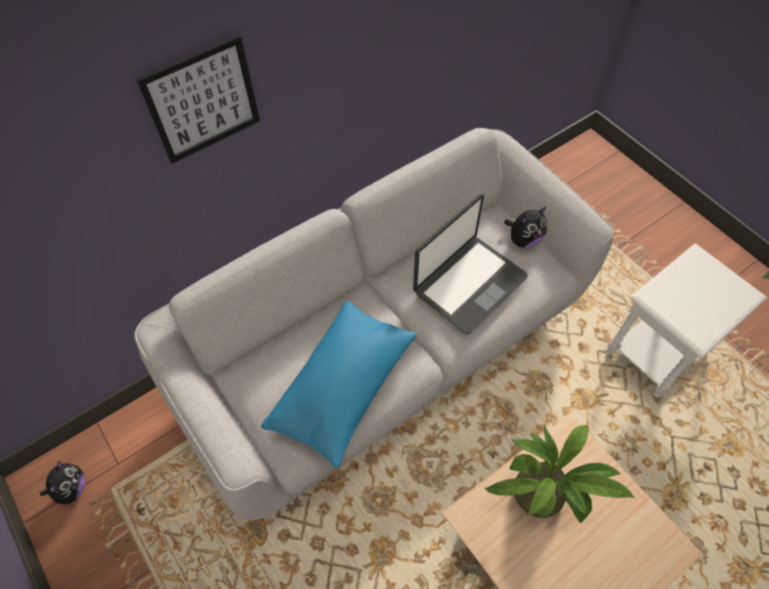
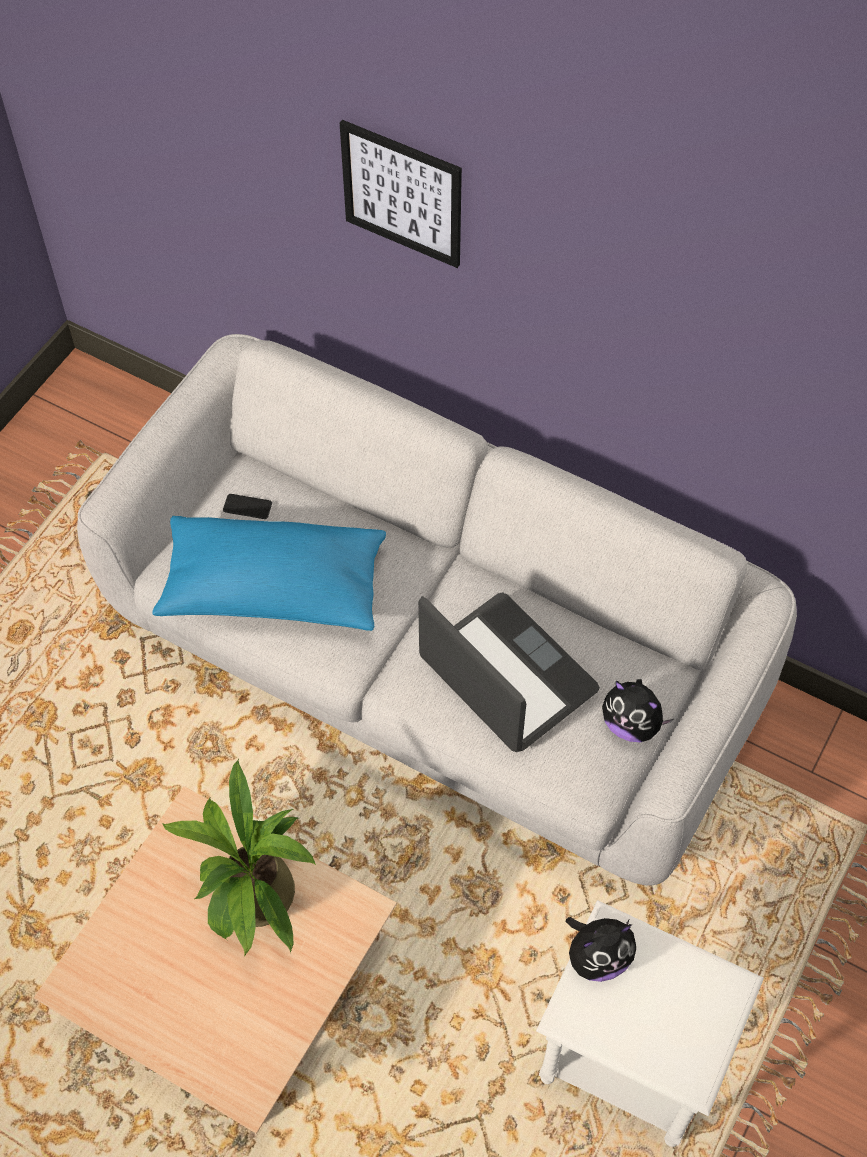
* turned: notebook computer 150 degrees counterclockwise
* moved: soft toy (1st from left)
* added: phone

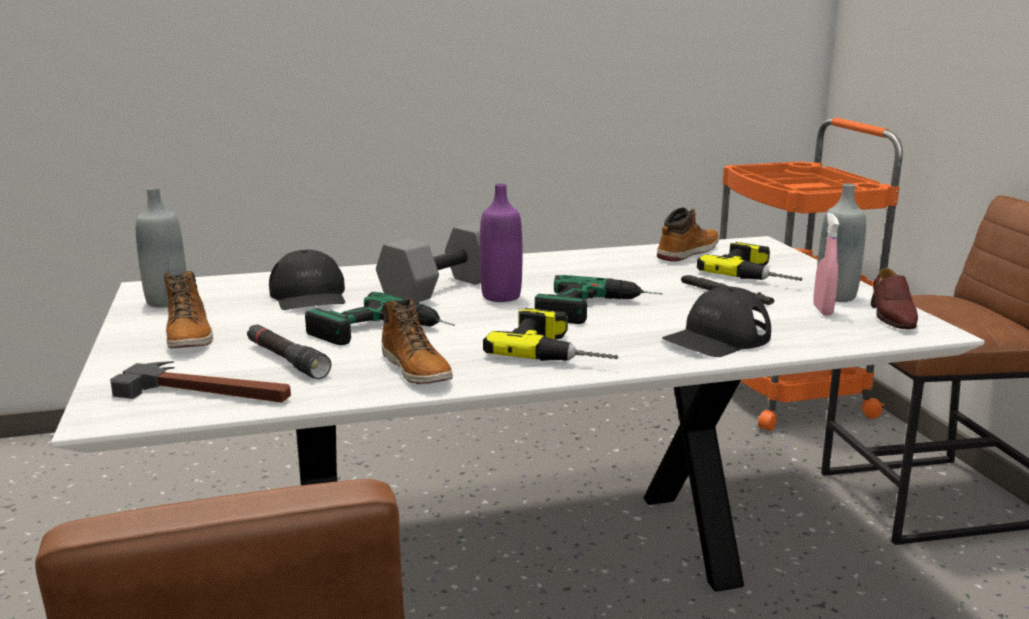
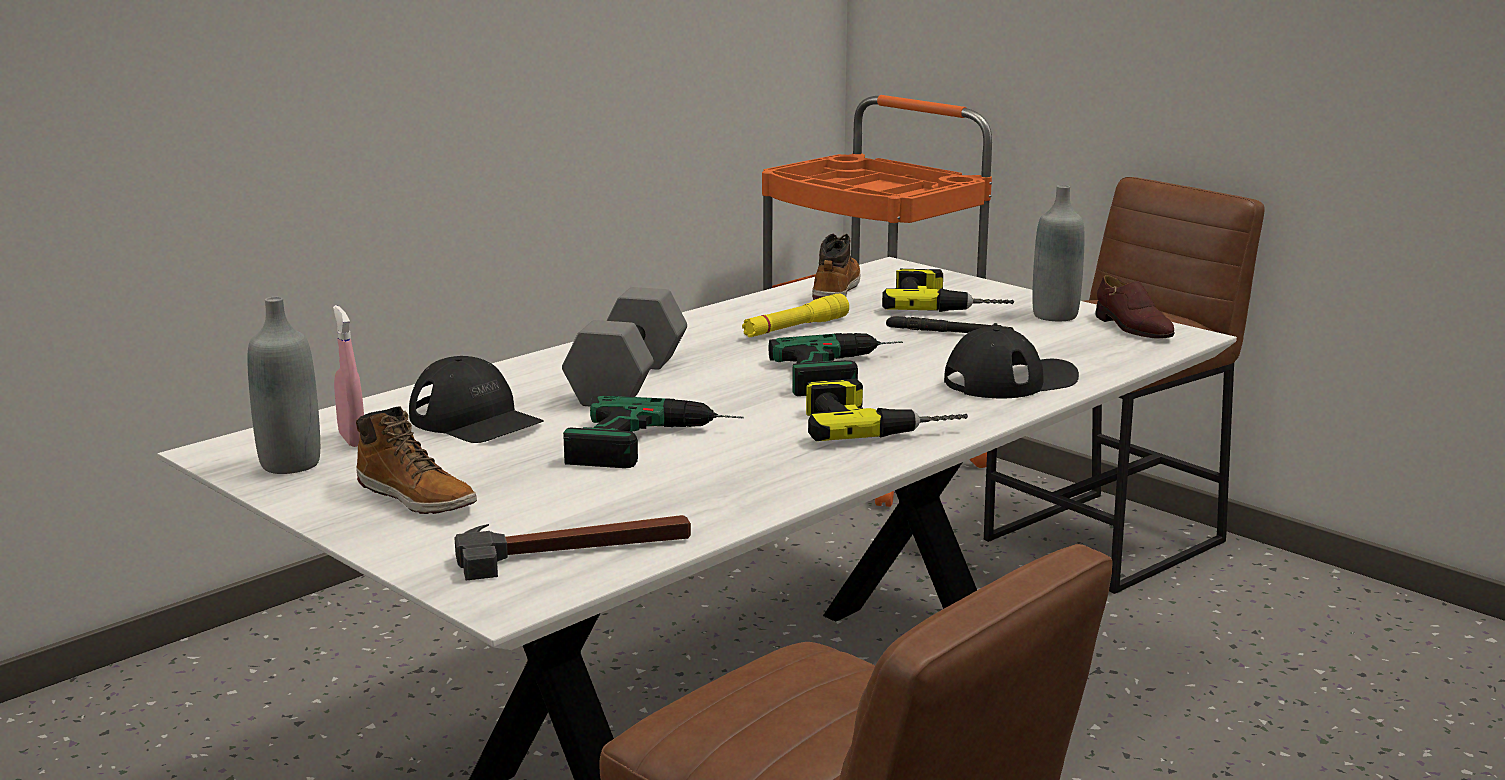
* removed: drink bottle (purple)
* moved: spray bottle (pink)
* turned: peaked cap (black-coloured) (2nd from left) 135 degrees counterclockwise
* removed: tall boot (2nd from left)
* removed: torch (black-coloured) (1st from left)
* added: torch (yellowish)

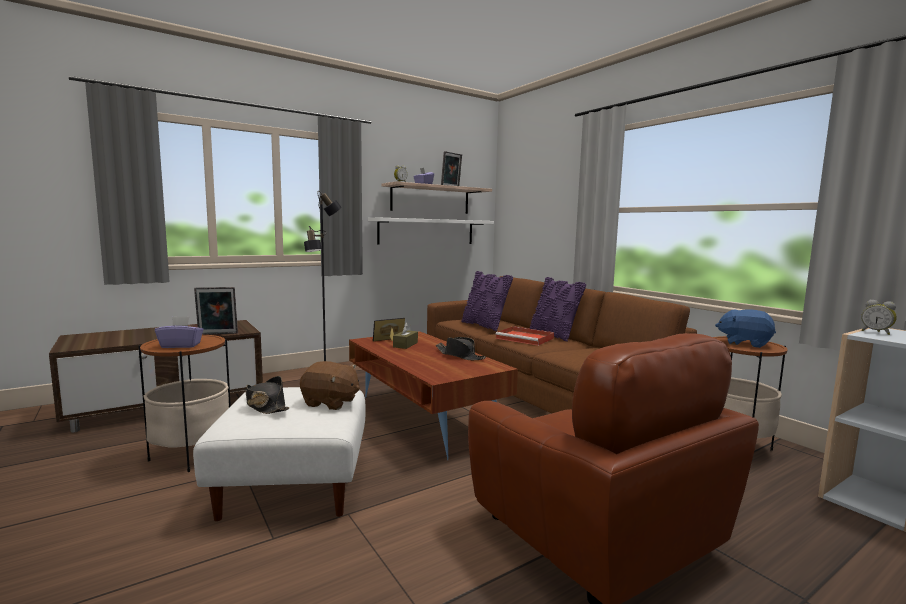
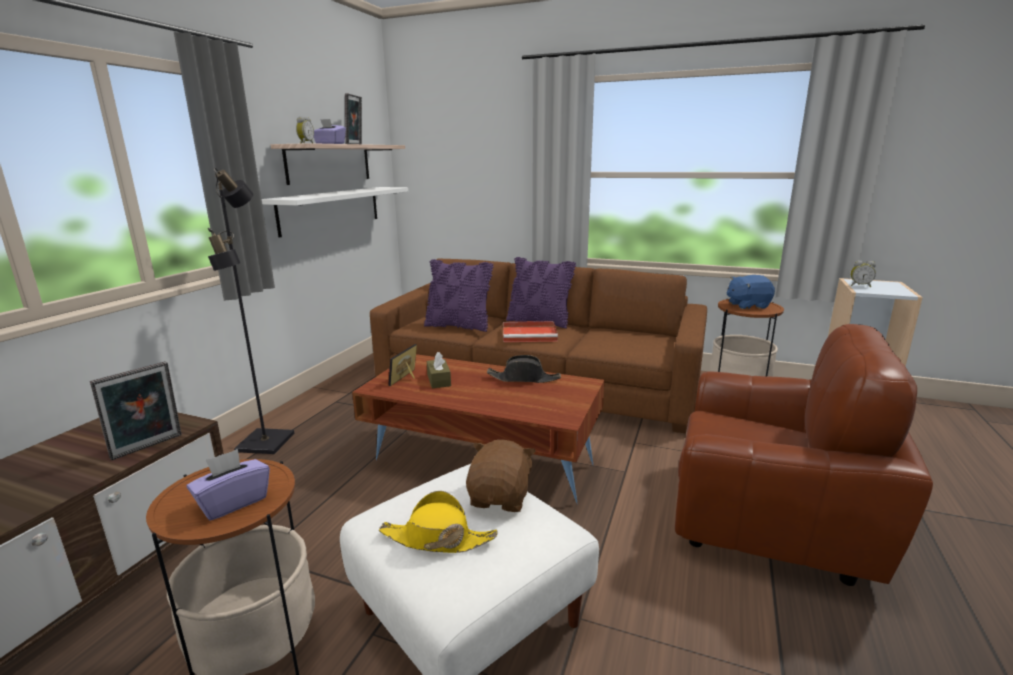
* turned: soft toy (brown-coloured) 60 degrees counterclockwise
* recoloured: clothing hat (black-coloured) (1st from left) to clothing hat (yellowish)

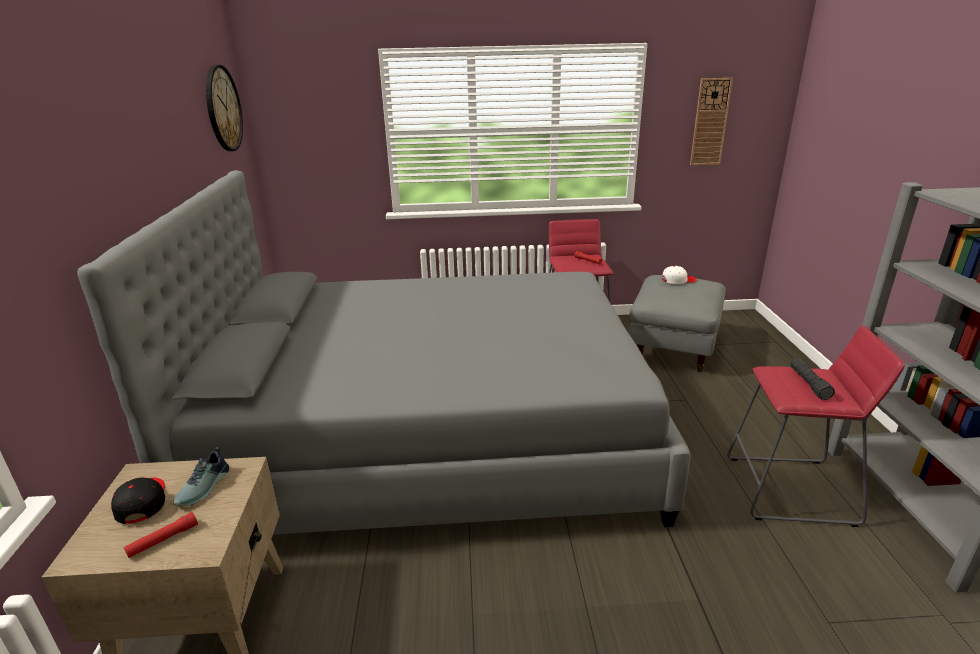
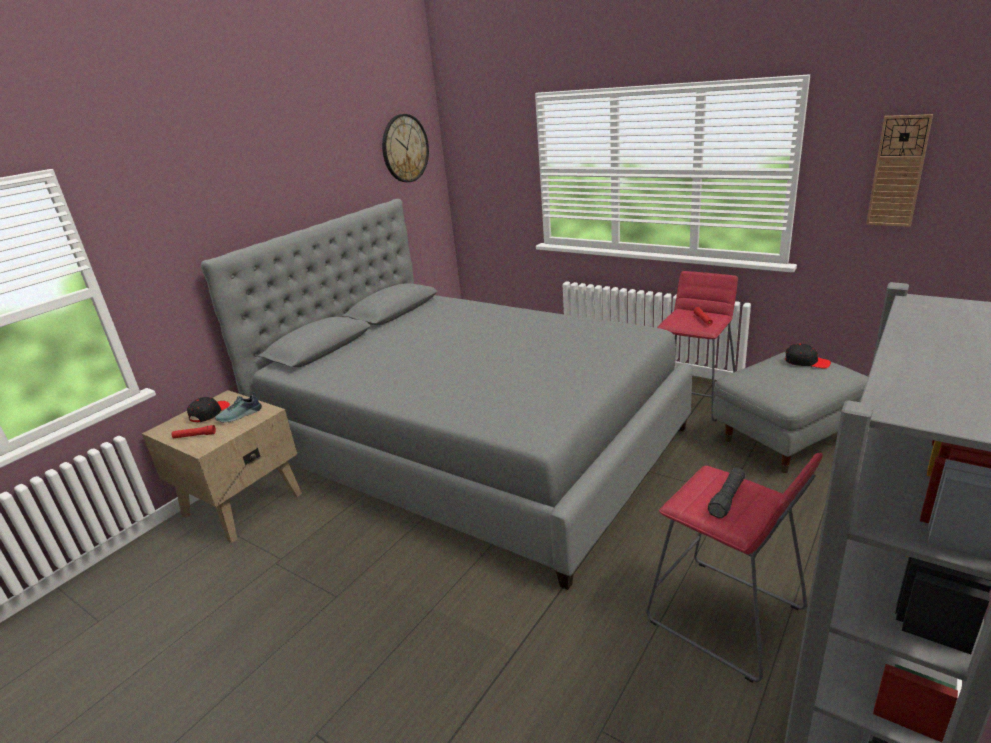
* recoloured: peaked cap (white-coloured) to peaked cap (black-coloured) (2nd from left)

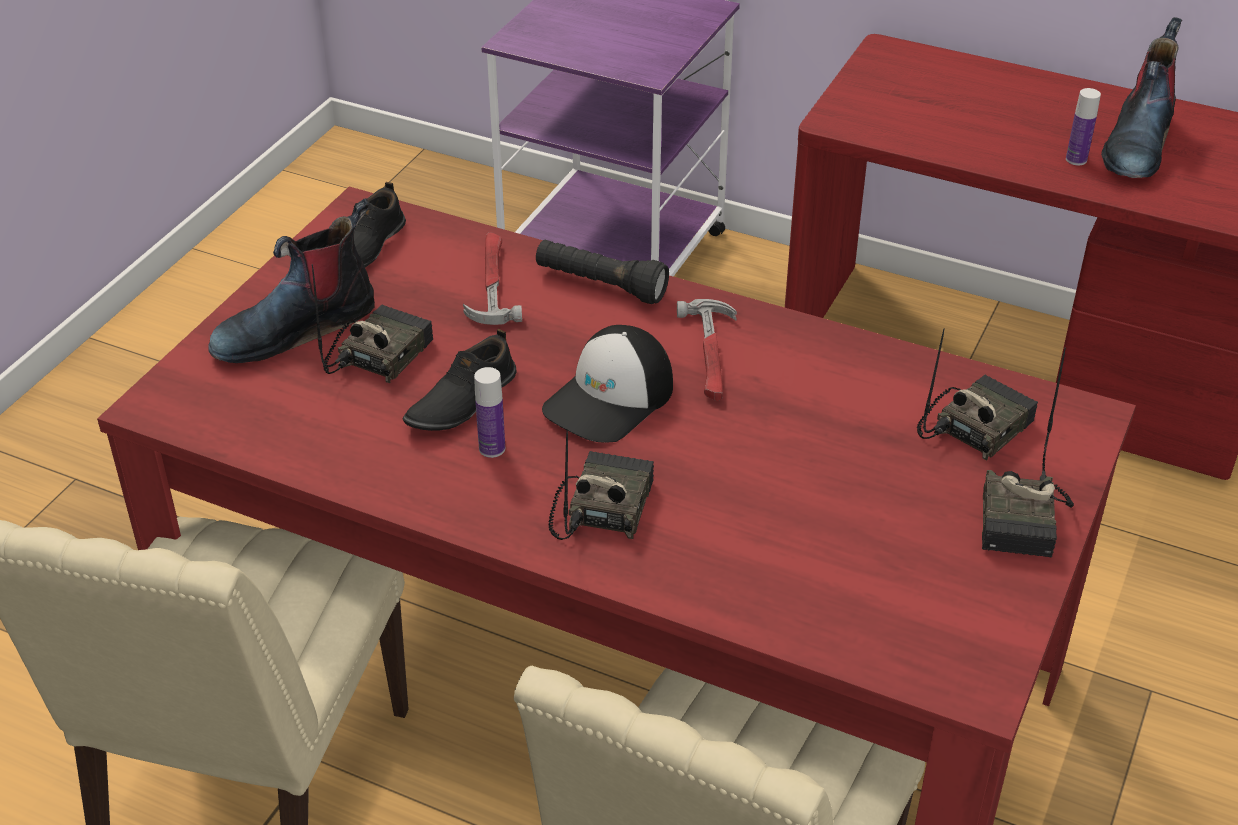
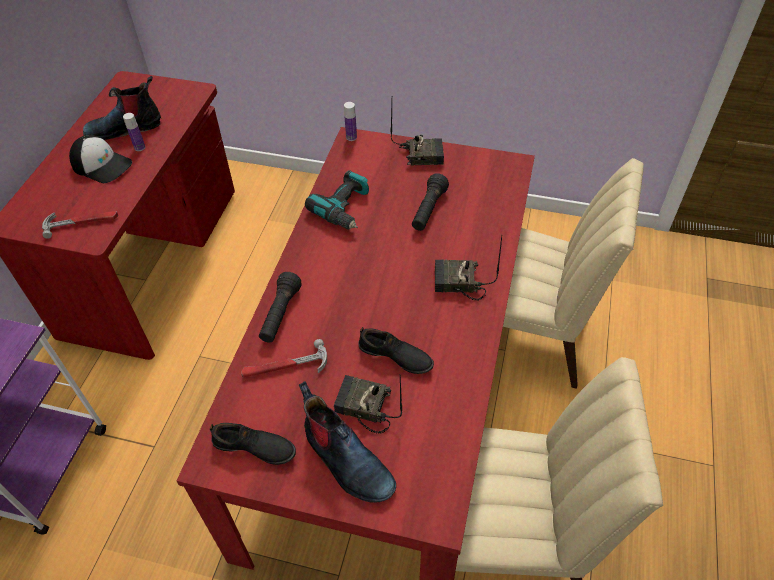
* turned: tall boot (2nd from left in the first image) 150 degrees clockwise
* moved: hand hammer (2nd from left in the first image) to hand hammer (1st from left)
* moved: peaked cap
* removed: radio (3rd from left)
* moved: drink bottle (1st from left in the first image) to drink bottle (2nd from left)
* added: electric drill
* added: torch (black-coloured) (2nd from left)

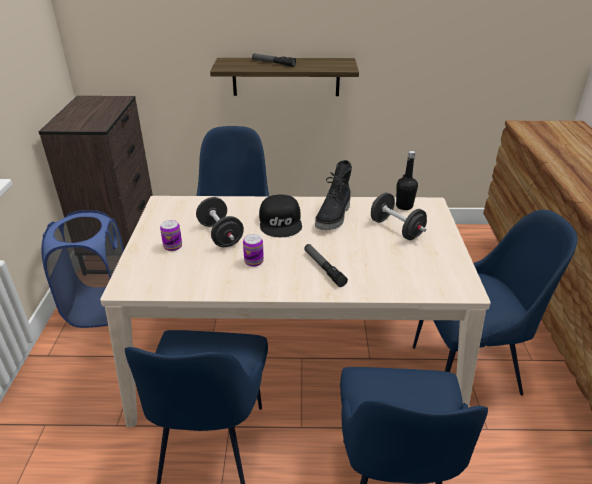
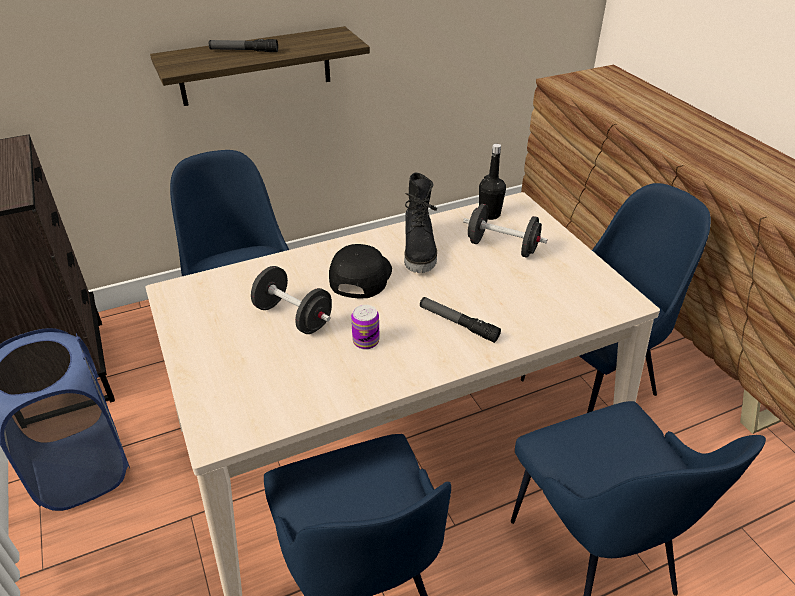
* turned: peaked cap (black-coloured) 135 degrees counterclockwise
* removed: metal can (1st from left)

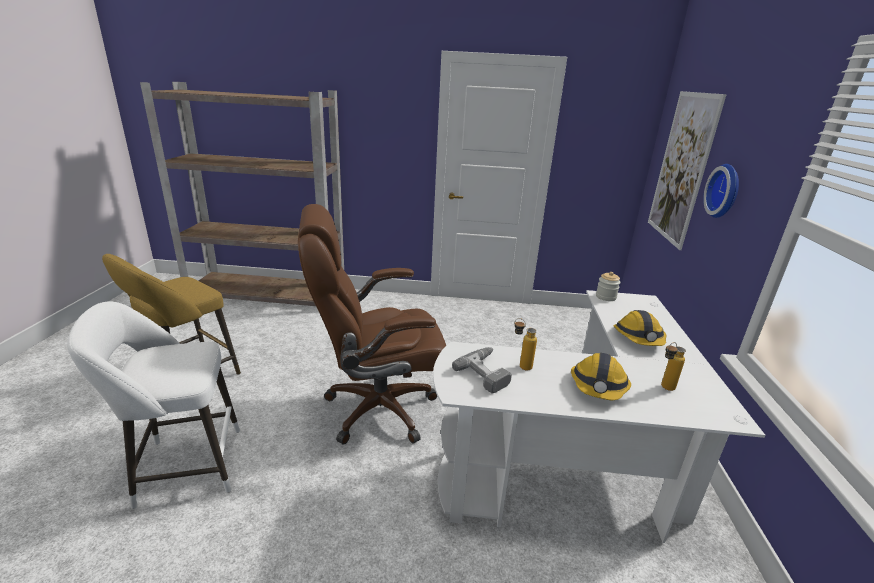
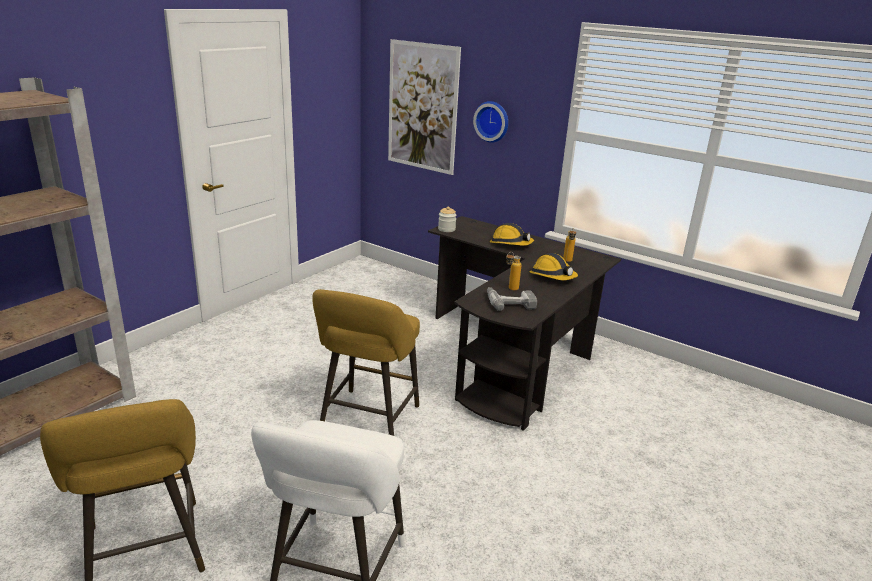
* replaced: desk chair (brown-coloured) to stool seat (yellowish) (2nd from left)
* recoloured: desk unit (white-coloured) to desk unit (black-coloured)

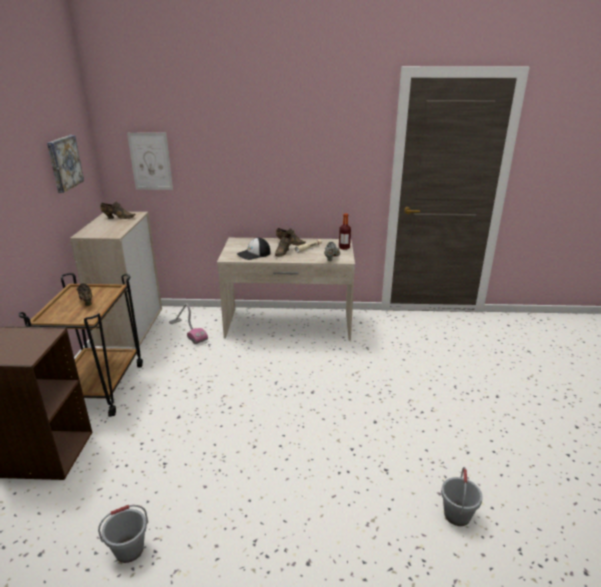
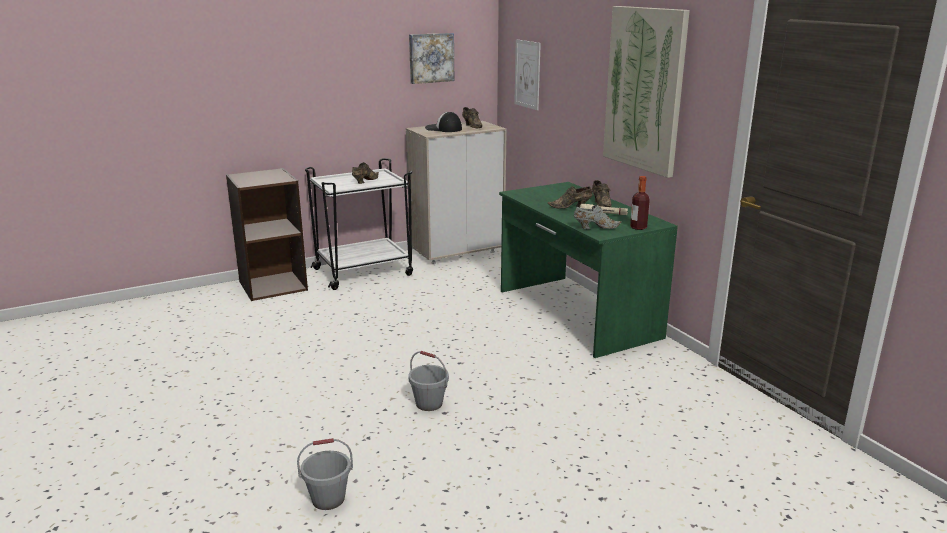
* recoloured: desk unit (sand-coloured) to desk unit (greenish)
* moved: peaked cap
* recoloured: trolley (brown-coloured) to trolley (white-coloured)
* removed: vacuum
* moved: water bucket (greyish) (1st from left in the first image) to water bucket (greyish) (2nd from left)
* added: wall picture (3rd from left)

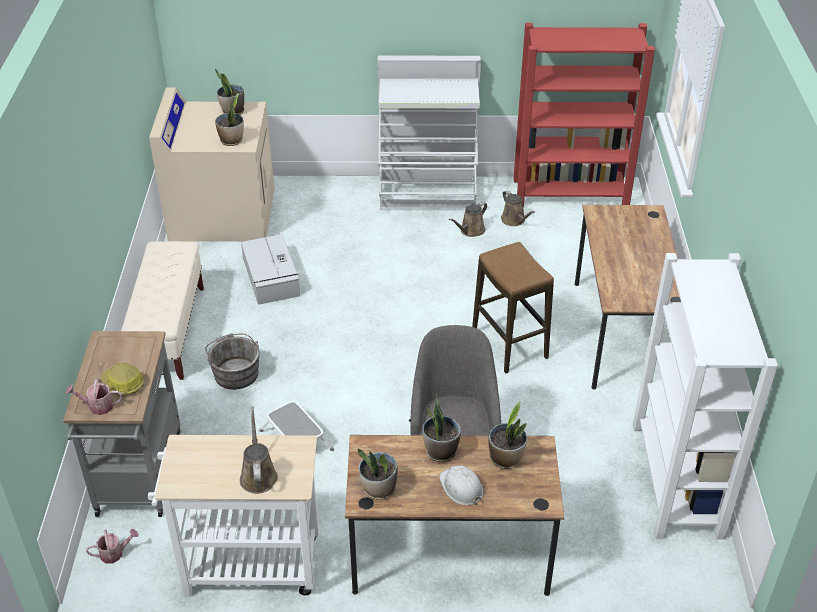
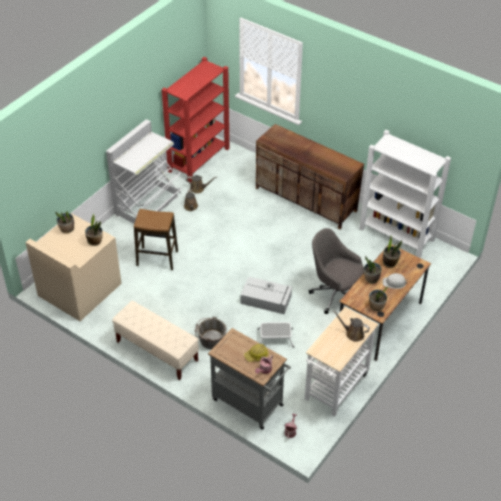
* replaced: desk unit (brown-coloured) (2nd from left) to cupboard (brown-coloured)
* moved: storage box (greyish)
* moved: stool seat

